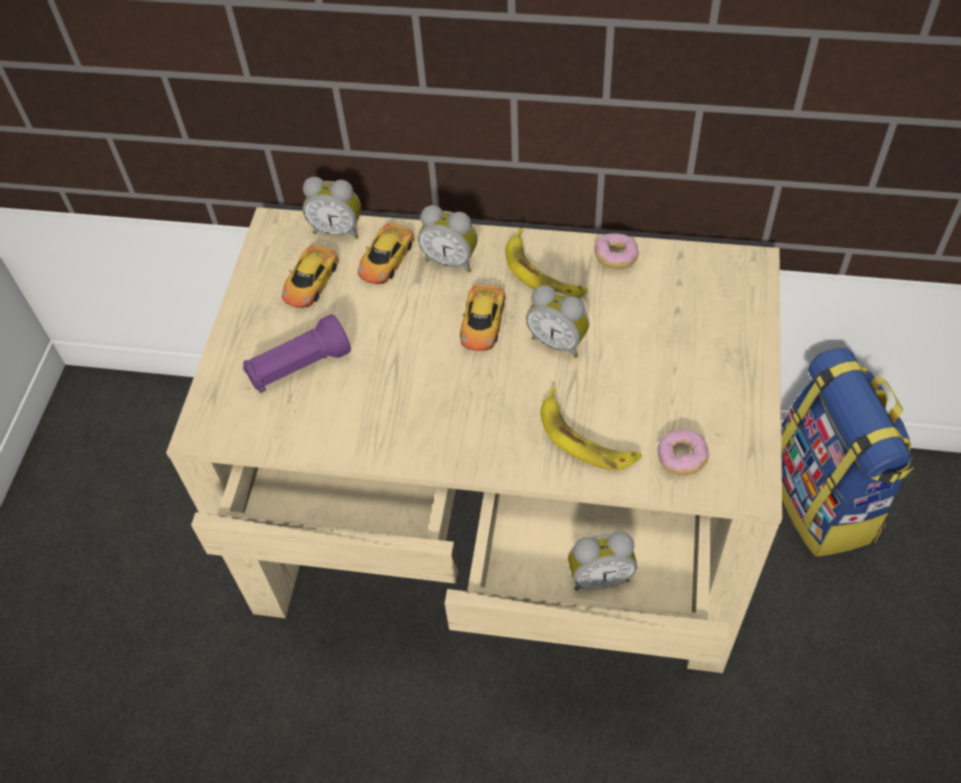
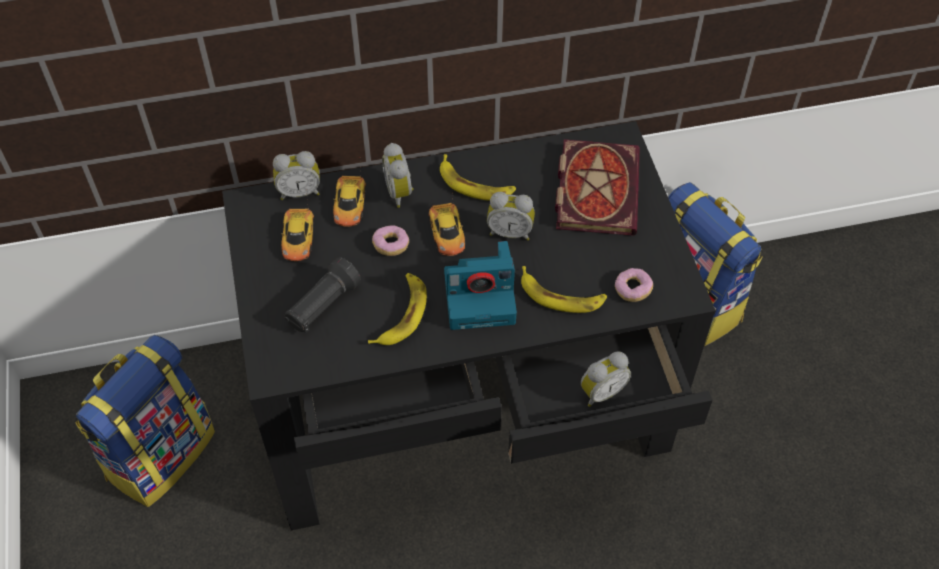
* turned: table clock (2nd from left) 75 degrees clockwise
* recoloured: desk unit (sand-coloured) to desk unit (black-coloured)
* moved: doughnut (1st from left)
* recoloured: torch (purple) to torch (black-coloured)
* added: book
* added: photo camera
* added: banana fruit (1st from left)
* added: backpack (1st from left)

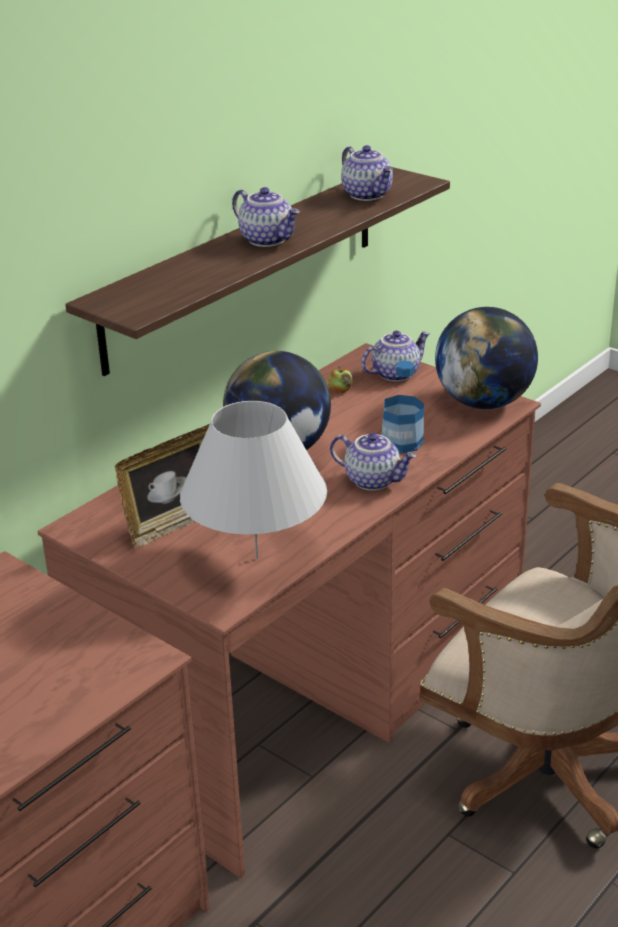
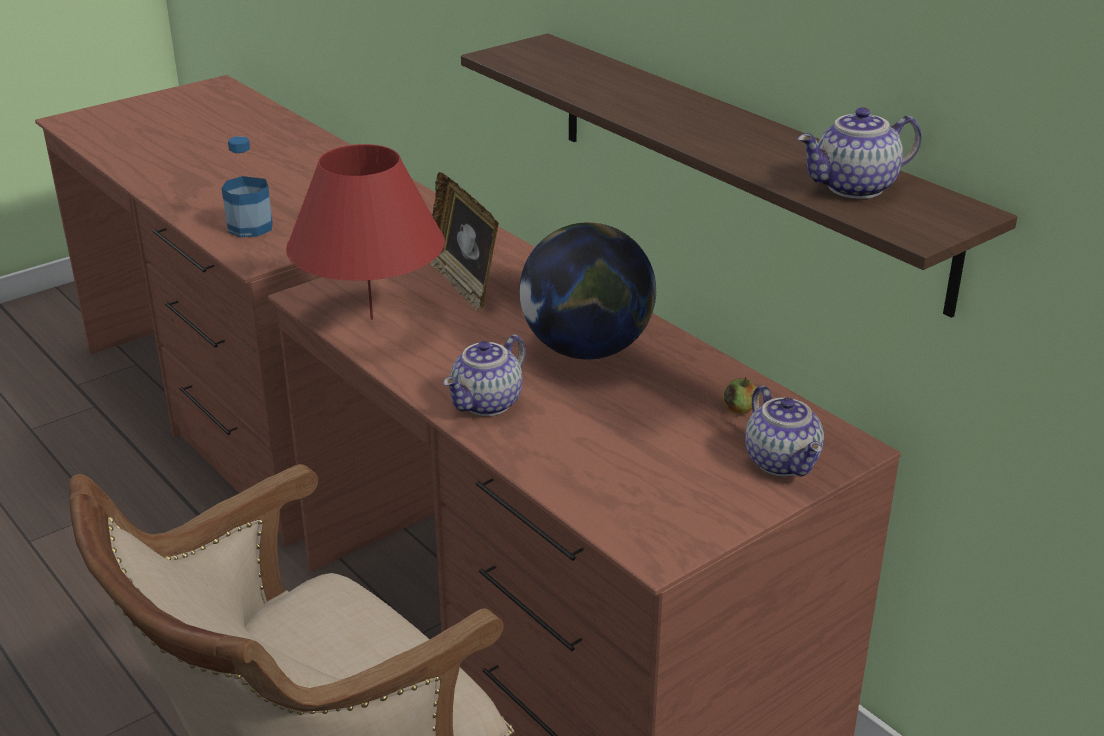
* removed: tea pot (1st from left)
* removed: world globe (2nd from left)
* moved: drink bottle
* recoloured: table lamp (white-coloured) to table lamp (red-coloured)

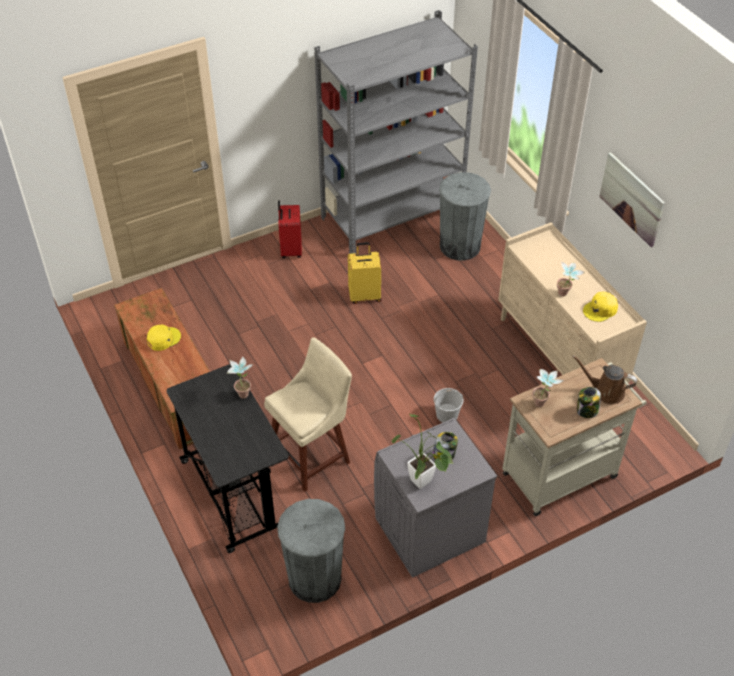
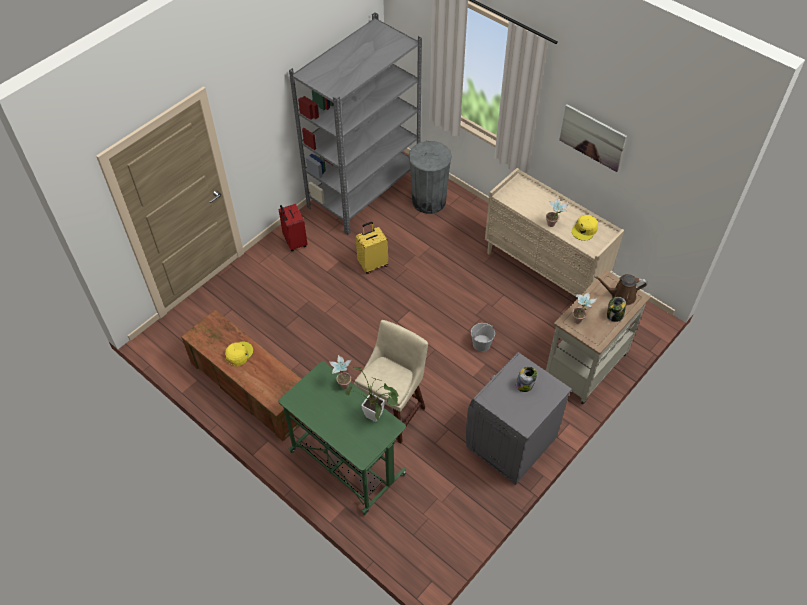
* recoloured: desk unit (black-coloured) to desk unit (greenish)
* moved: potted plant (2nd from left)
* removed: trash can (greyish) (1st from left)

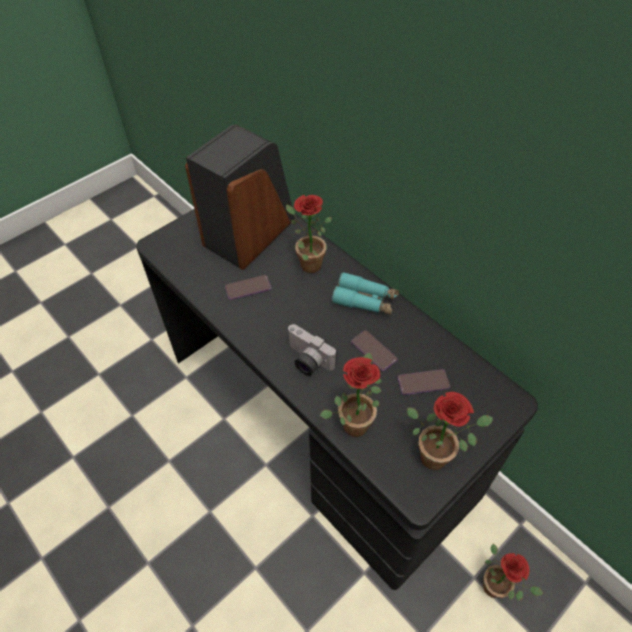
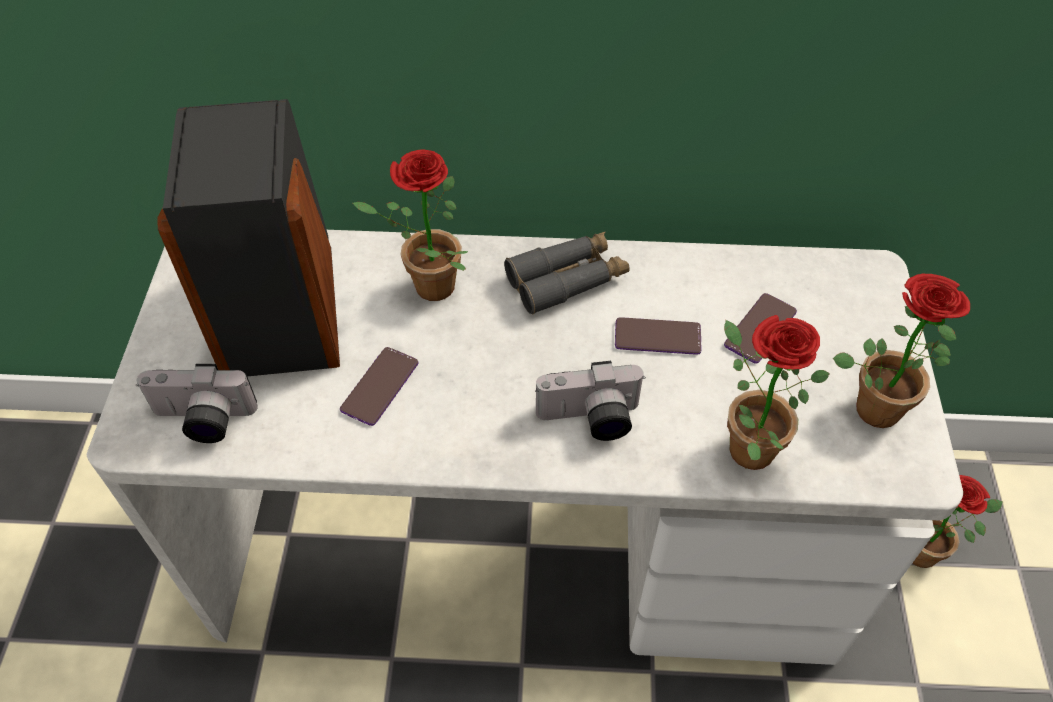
* recoloured: desk unit (black-coloured) to desk unit (white-coloured)
* recoloured: pair of binoculars (turquoise) to pair of binoculars (greyish)
* added: photo camera (1st from left)

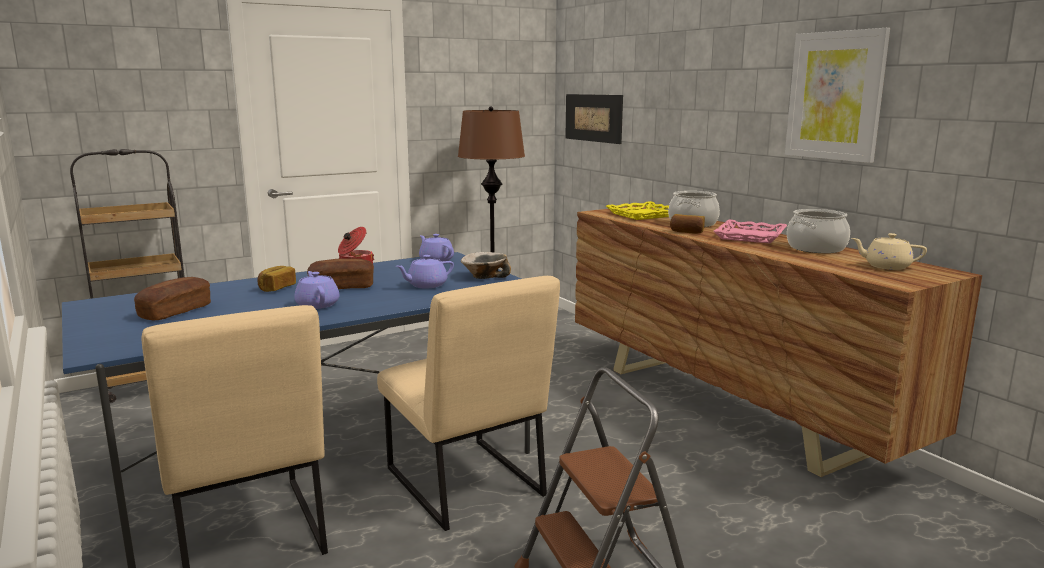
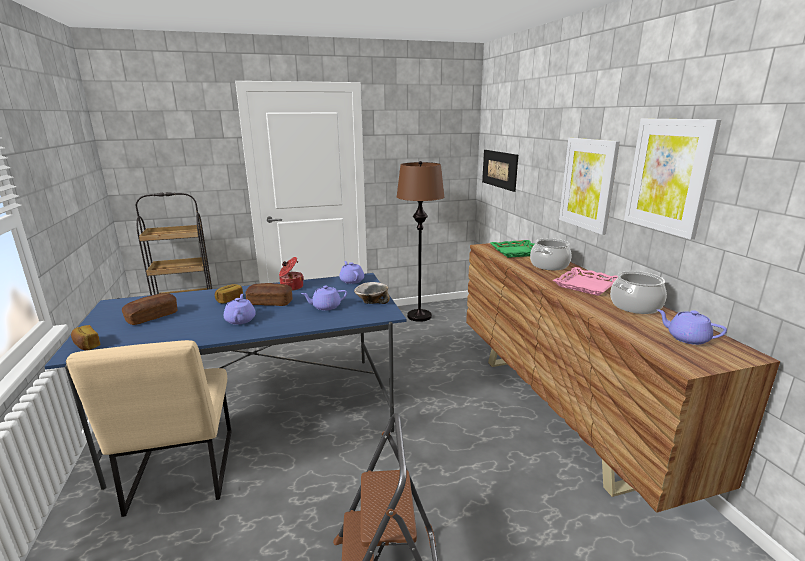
* recoloured: serving tray (yellowish) to serving tray (greenish)
* moved: bakery bread (4th from left in the first image) to bakery bread (1st from left)
* recoloured: tea pot (sand-coloured) to tea pot (purple) (4th from left)
* removed: plain chair (sand-coloured) (2nd from left)
* added: wall picture (2nd from left)

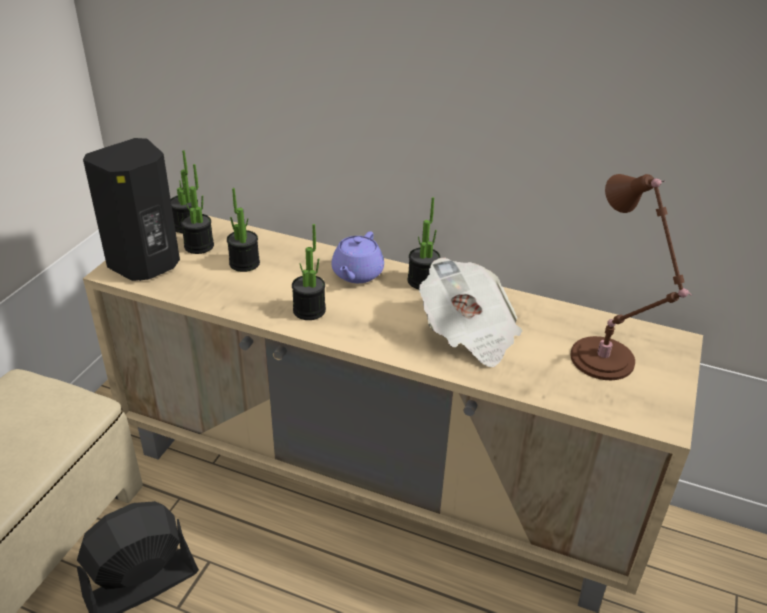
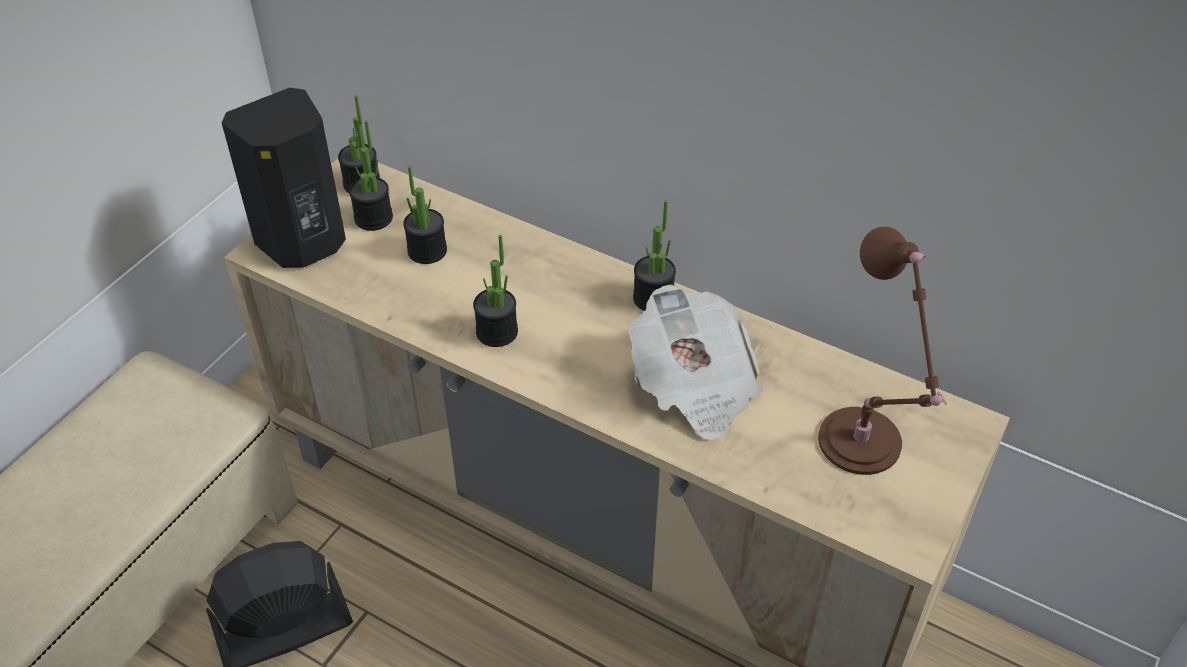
* removed: tea pot (purple)

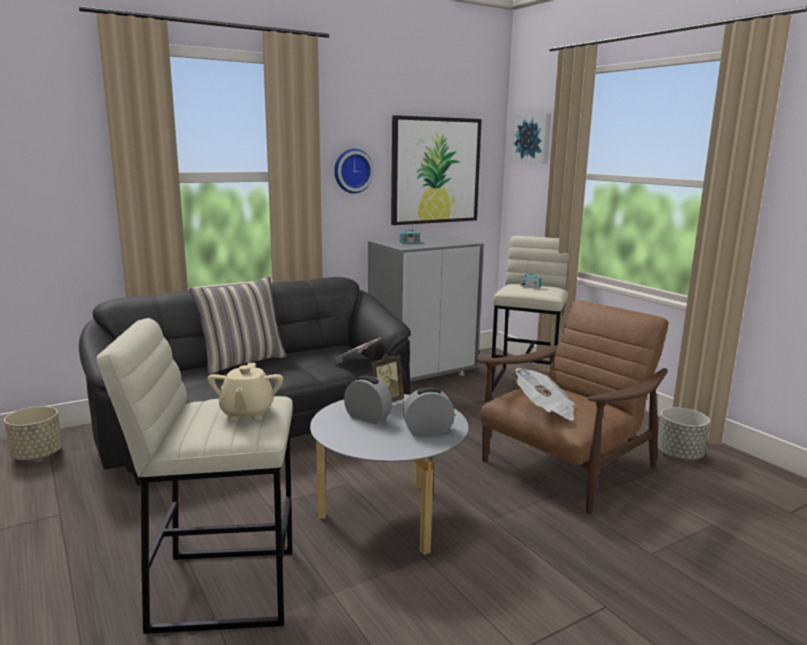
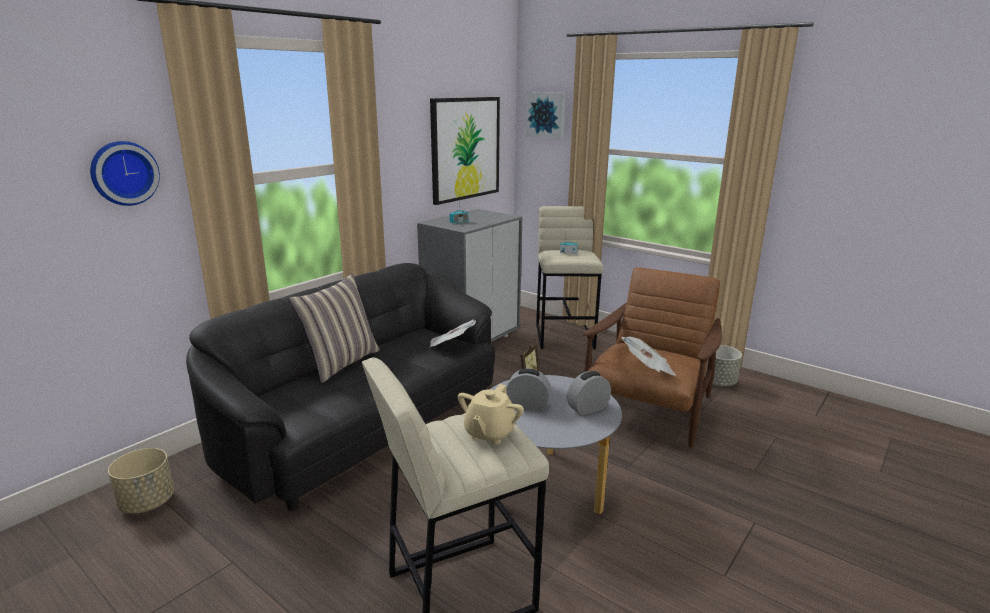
* moved: wall clock
* turned: tea pot (sand-coloured) 45 degrees clockwise

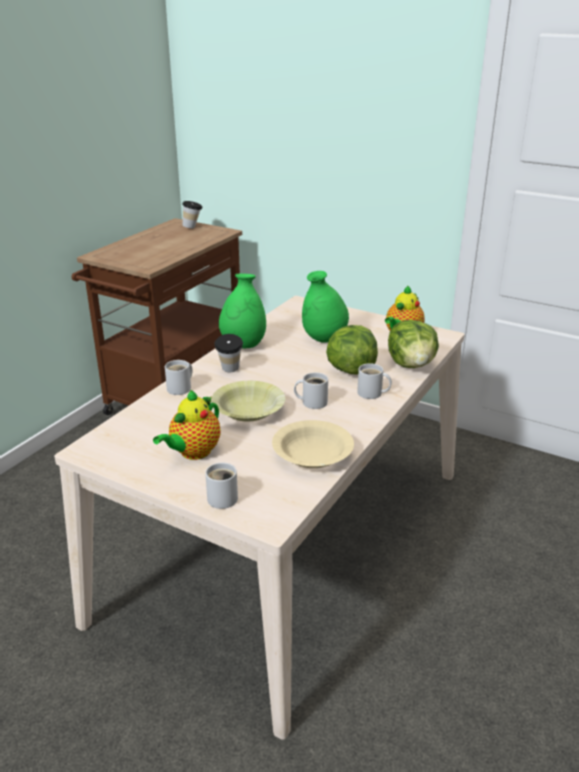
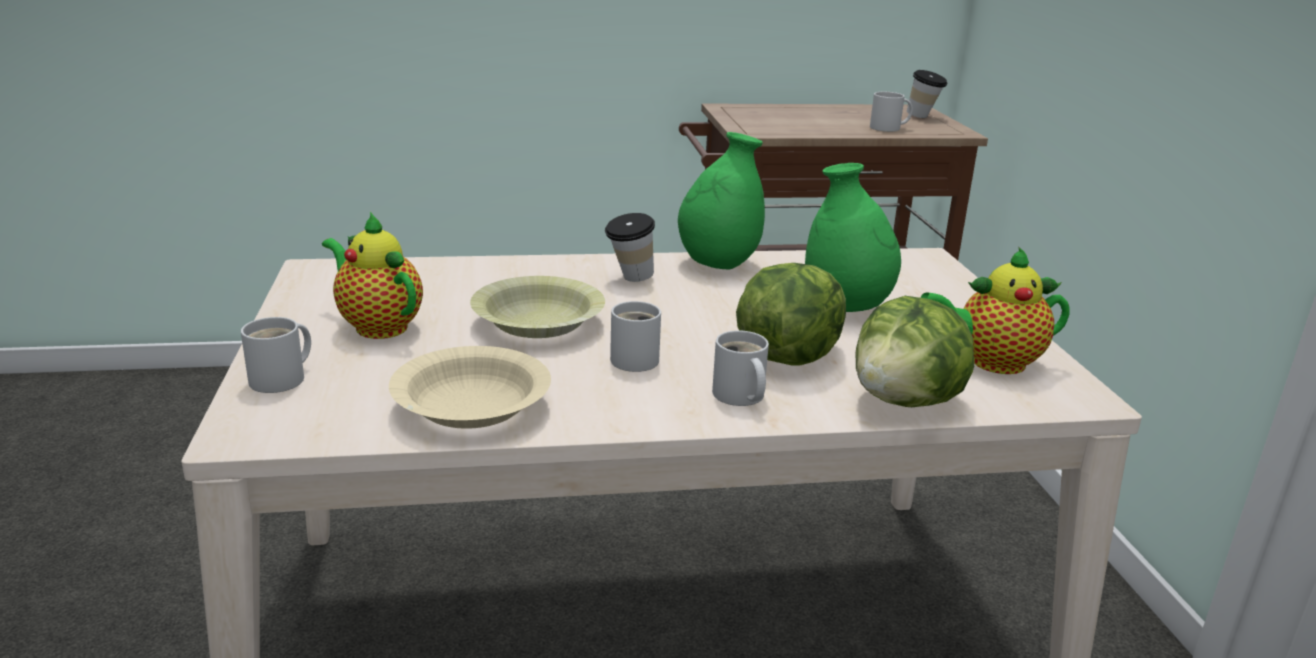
* moved: tea mug (white-coloured) (1st from left in the first image) to tea mug (white-coloured) (4th from left)
* turned: tea pot (1st from left) 45 degrees clockwise

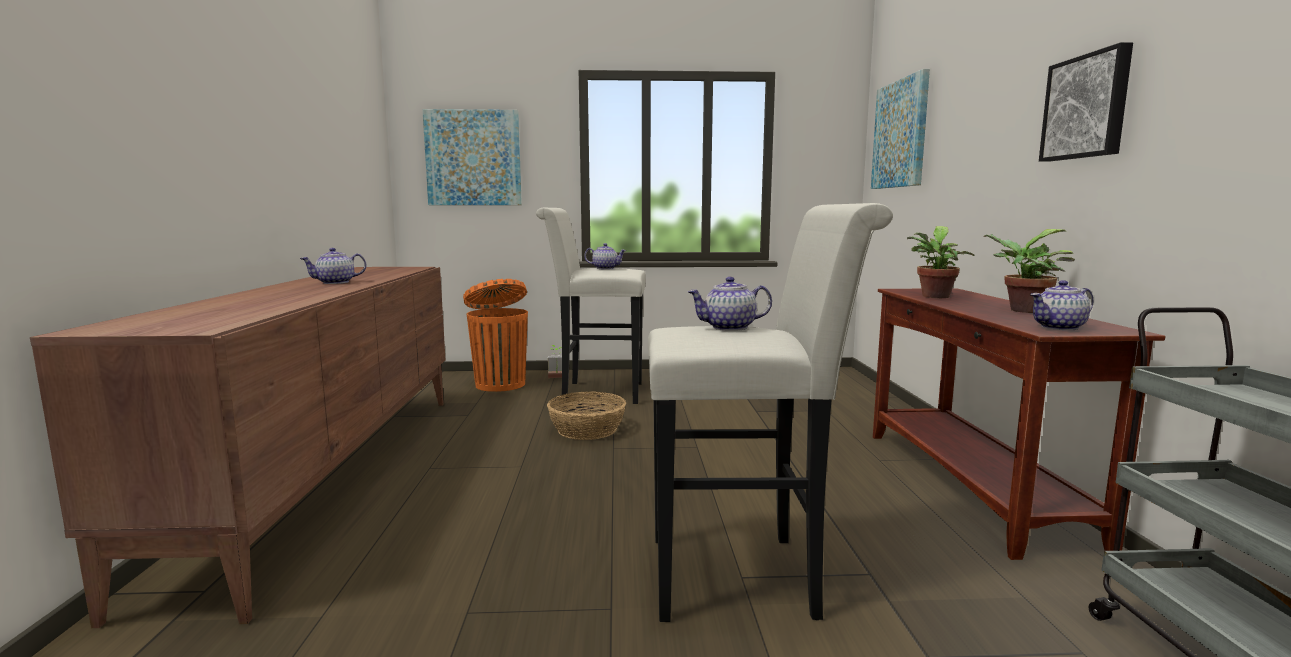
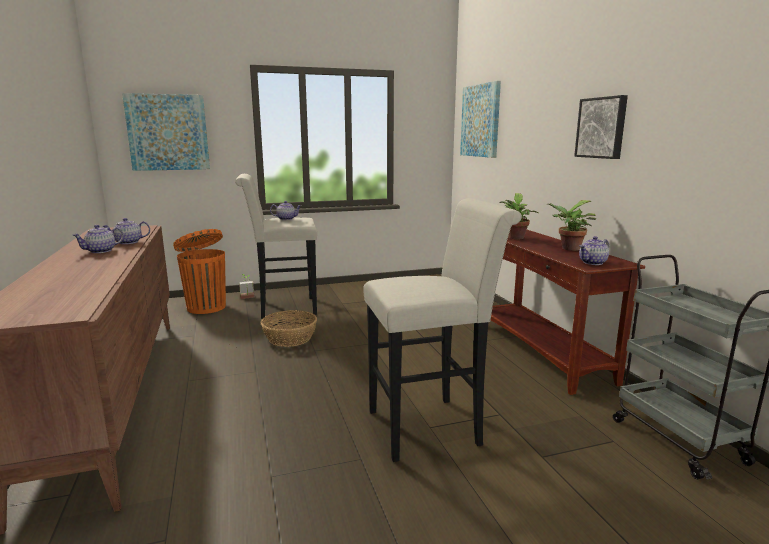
* moved: tea pot (3rd from left in the first image) to tea pot (2nd from left)

